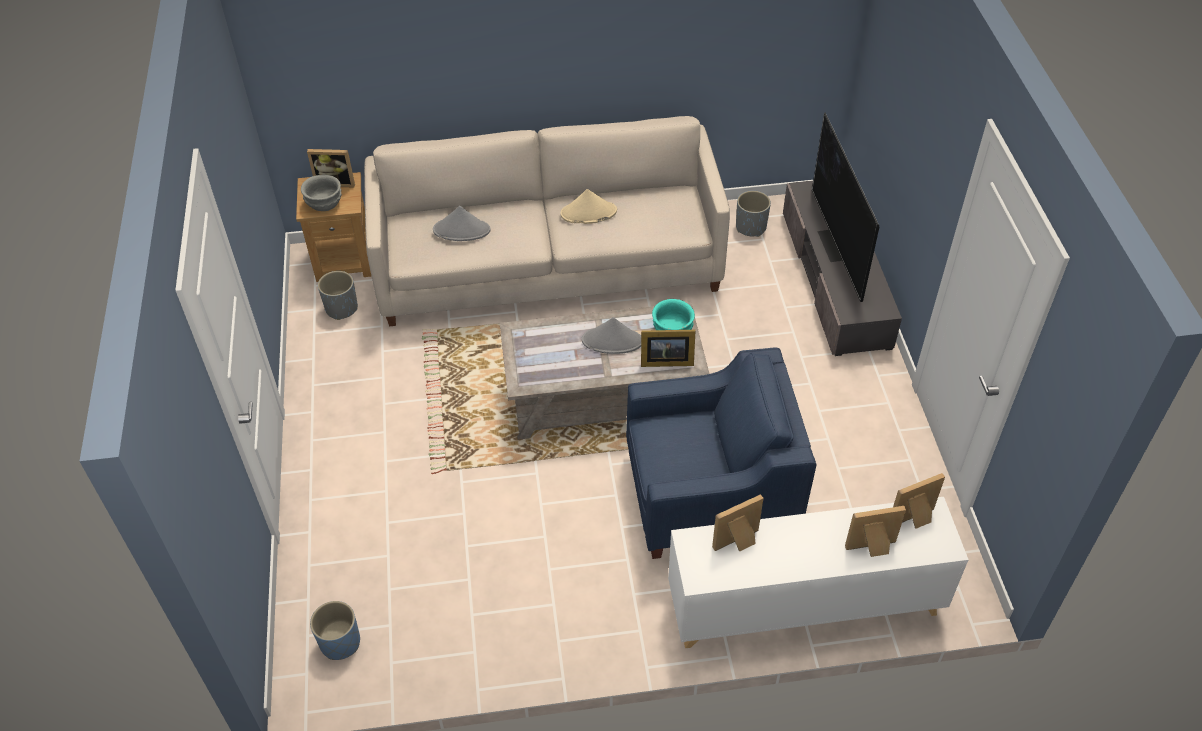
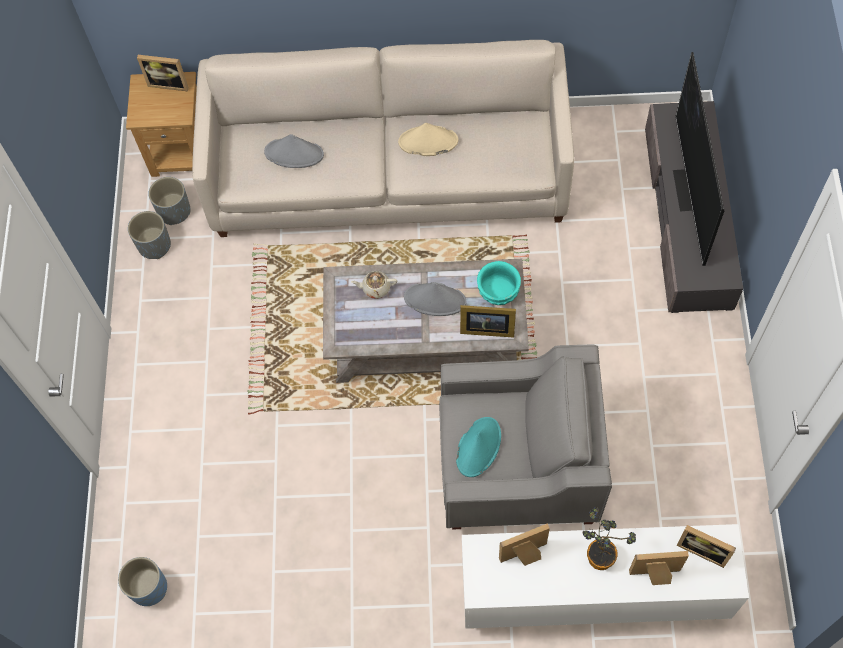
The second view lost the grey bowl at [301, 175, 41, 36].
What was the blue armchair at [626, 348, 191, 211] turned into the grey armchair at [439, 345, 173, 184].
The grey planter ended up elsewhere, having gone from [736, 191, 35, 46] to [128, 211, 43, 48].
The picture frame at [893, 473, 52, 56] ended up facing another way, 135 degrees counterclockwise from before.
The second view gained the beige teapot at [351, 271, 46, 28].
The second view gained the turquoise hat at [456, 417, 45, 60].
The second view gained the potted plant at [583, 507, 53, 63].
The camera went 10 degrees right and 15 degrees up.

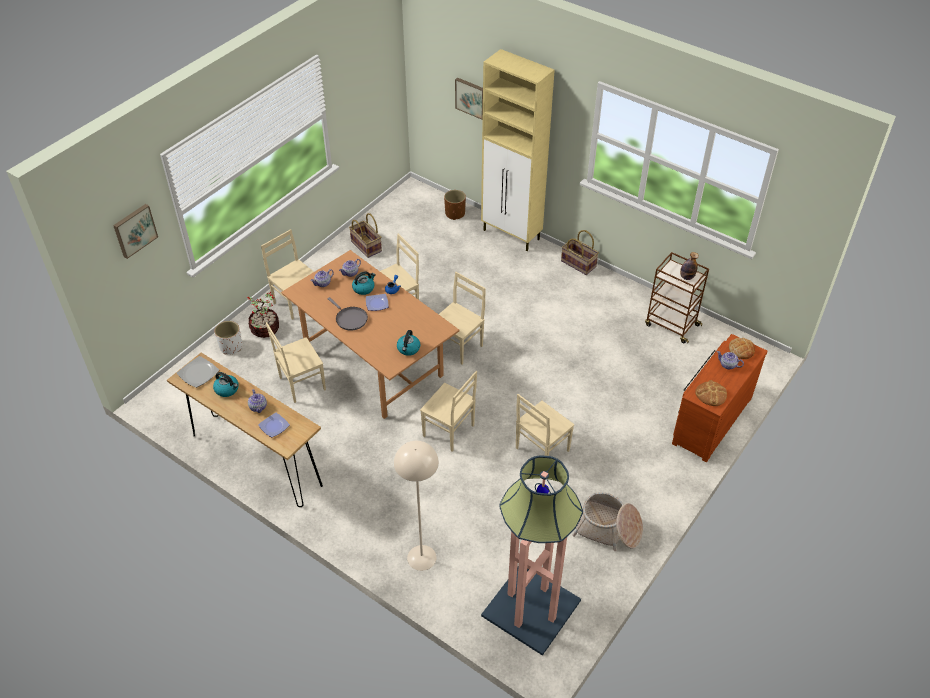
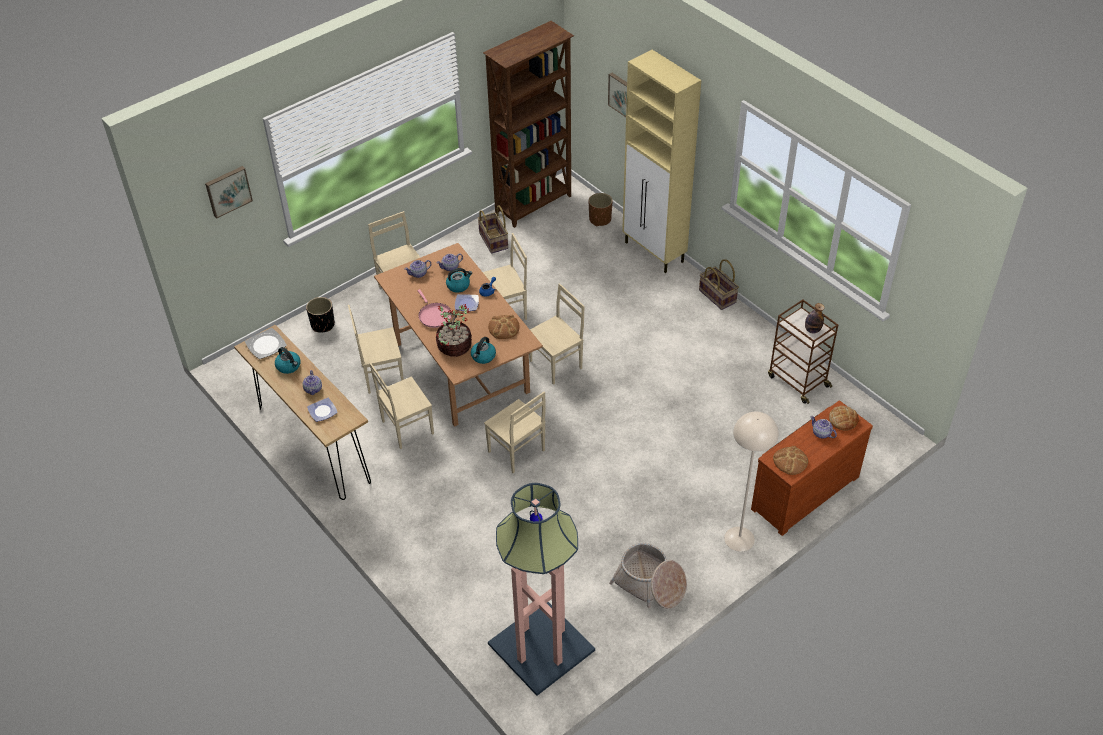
What was the white planter at [214, 321, 28, 34] turned into the black planter at [306, 297, 29, 36].
The potted plant ended up elsewhere, having gone from [247, 292, 32, 46] to [436, 304, 36, 53].
What was the grey frying pan at [327, 297, 41, 33] turned into the pink frying pan at [417, 289, 35, 39].
The beige floor lamp ended up elsewhere, having gone from [394, 441, 45, 130] to [724, 412, 55, 140].
The beige chair ended up elsewhere, having gone from [516, 394, 59, 62] to [369, 362, 65, 87].
The second view gained the brown bookcase at [483, 21, 91, 207].
The second view gained the bread at [488, 314, 32, 25].
The camera went 15 degrees right and 0 degrees up.

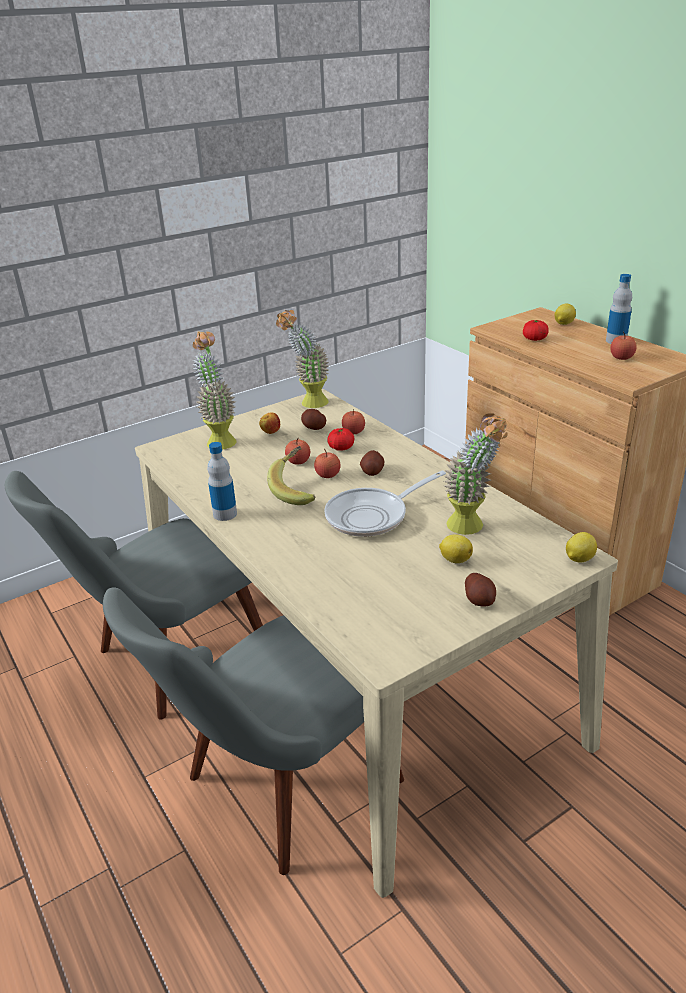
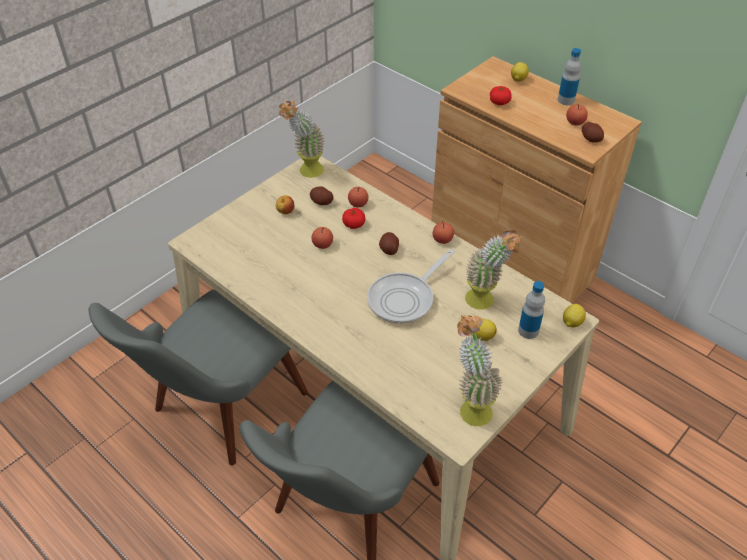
The potted plant ended up elsewhere, having gone from [193, 331, 43, 119] to [457, 314, 46, 112].
The bottle ended up elsewhere, having gone from [207, 442, 30, 79] to [518, 281, 27, 58].
The second view lost the banana at [267, 446, 49, 59].
The apple ended up elsewhere, having gone from [314, 449, 26, 29] to [433, 221, 21, 23].
The potato ended up elsewhere, having gone from [465, 573, 31, 33] to [582, 122, 22, 21].
The camera went 15 degrees left and 15 degrees up.

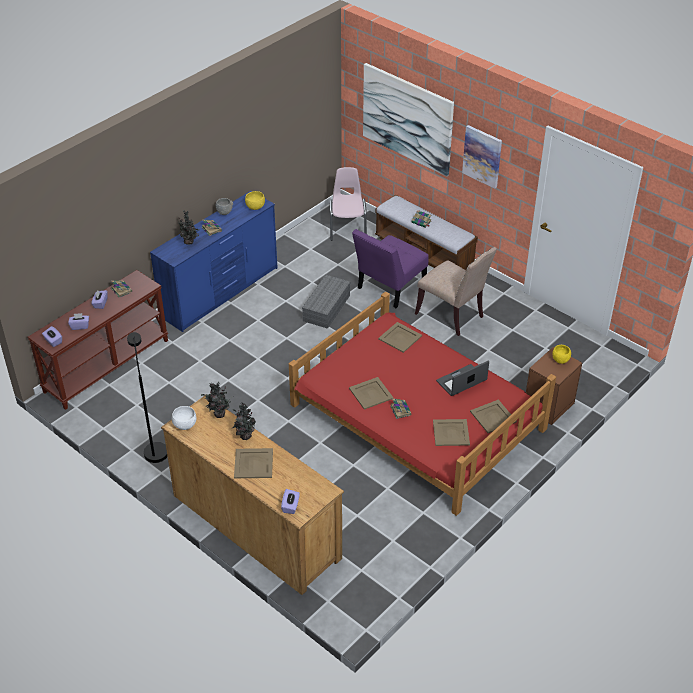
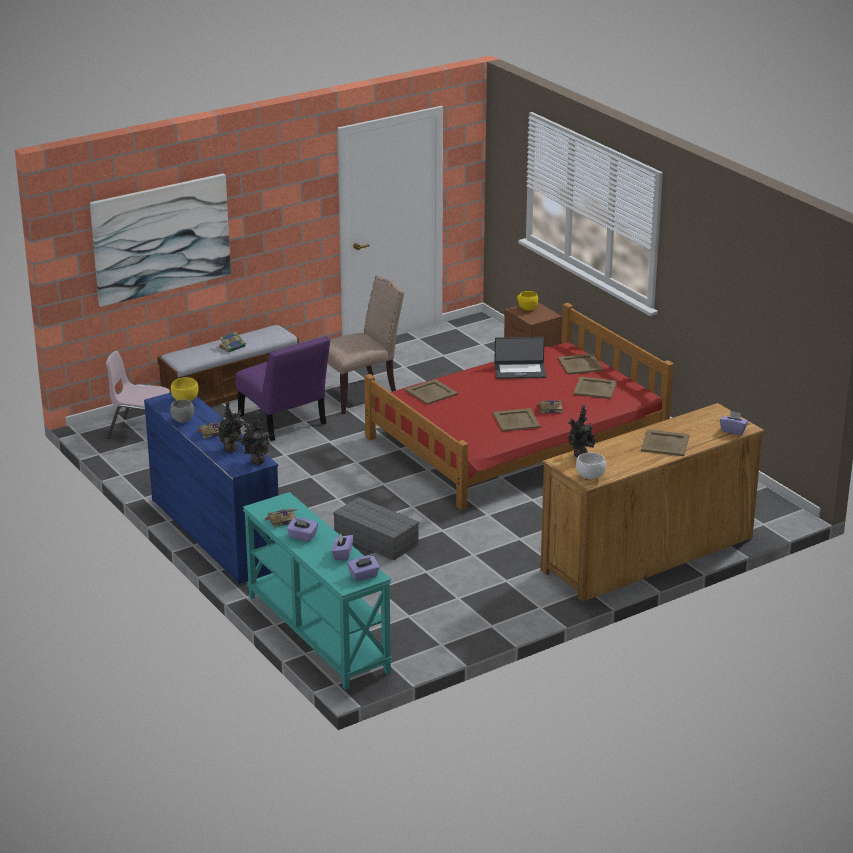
What was the brown console table at [28, 270, 140, 140] turned into the turquoise console table at [243, 492, 149, 198].
The second view lost the black floor lamp at [127, 332, 41, 131].
The potted plant ended up elsewhere, having gone from [233, 402, 23, 38] to [237, 412, 38, 53].
The grey storage box ended up elsewhere, having gone from [302, 275, 49, 54] to [333, 497, 86, 64].
The laptop at [436, 361, 53, 35] ended up facing another way, 75 degrees counterclockwise from before.
The second view lost the picture at [462, 125, 40, 63].
The camera went 75 degrees left and 15 degrees down.

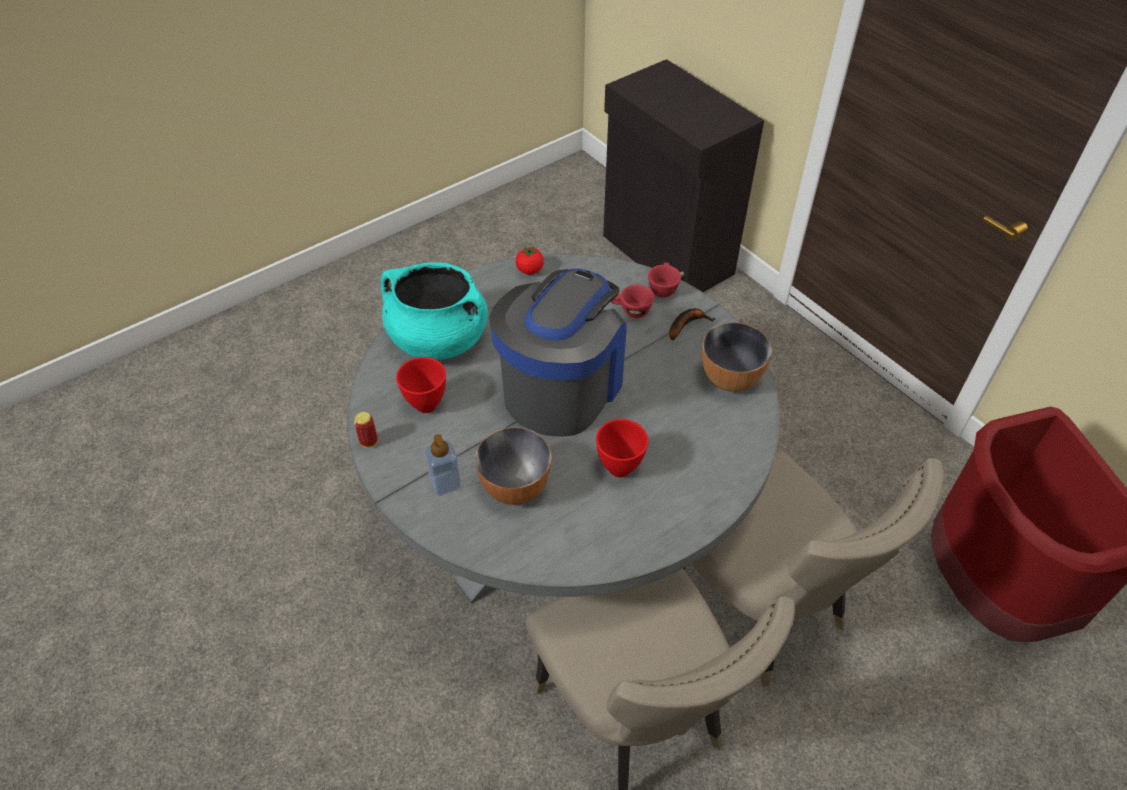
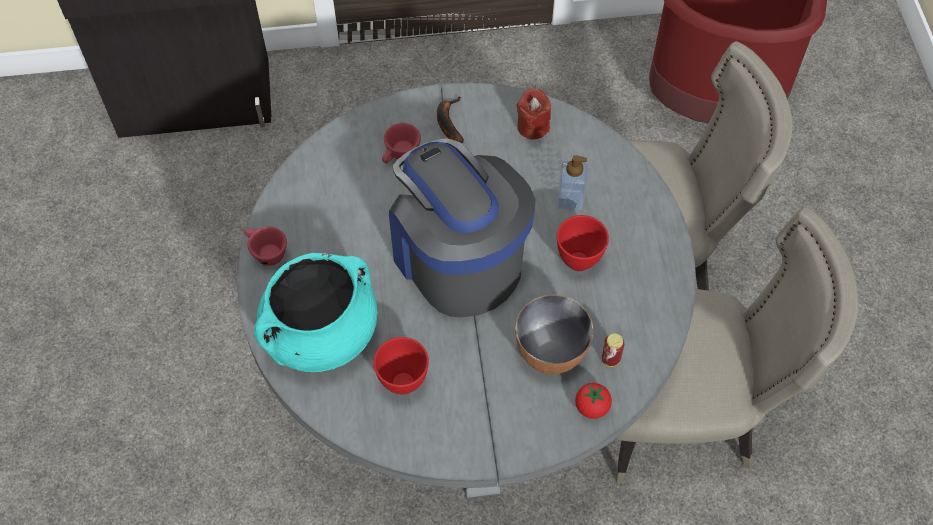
The can ended up elsewhere, having gone from [354, 412, 24, 36] to [601, 334, 24, 33].
The soap dispenser ended up elsewhere, having gone from [424, 434, 37, 62] to [557, 155, 31, 56].
The tomato ended up elsewhere, having gone from [516, 246, 28, 29] to [575, 383, 37, 36].
The red cup ended up elsewhere, having gone from [648, 262, 33, 36] to [244, 226, 43, 40].
Where the bowl stood at [702, 322, 70, 70], the red candle came to stand at [517, 89, 34, 50].
The camera went 60 degrees left and 10 degrees up.

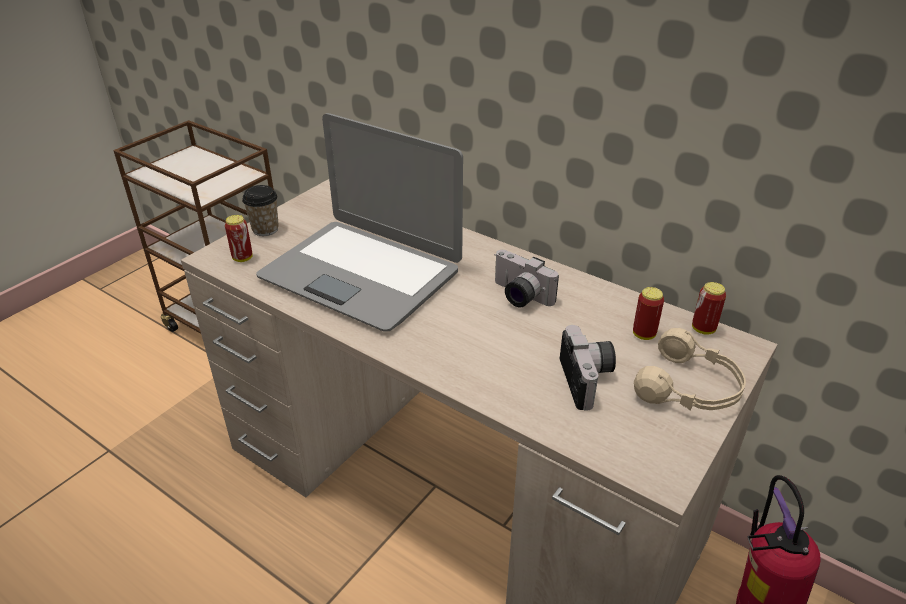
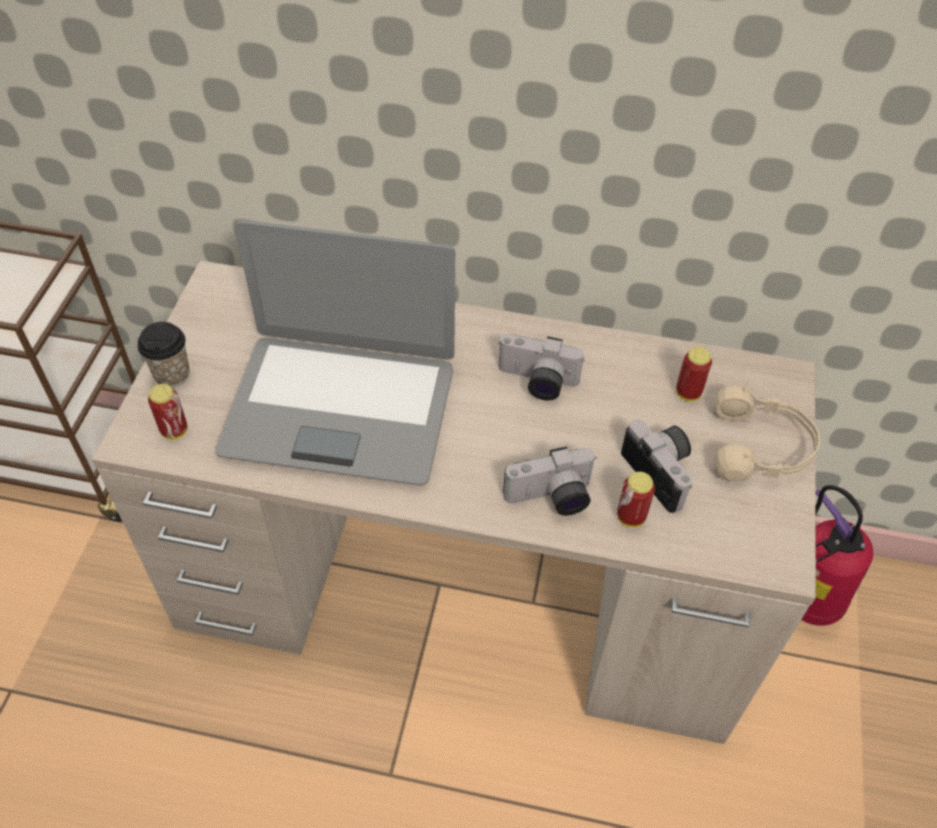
The can ended up elsewhere, having gone from [692, 282, 34, 53] to [617, 472, 38, 55].
The second view gained the photo camera at [503, 446, 94, 70].
The camera went 25 degrees left and 15 degrees up.

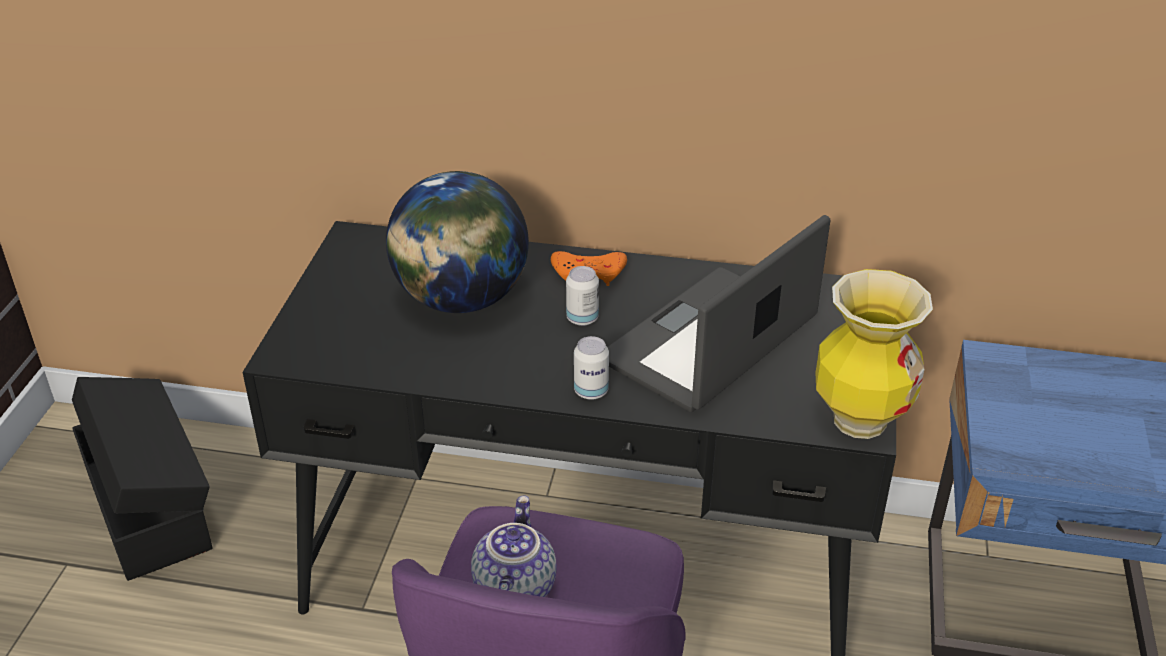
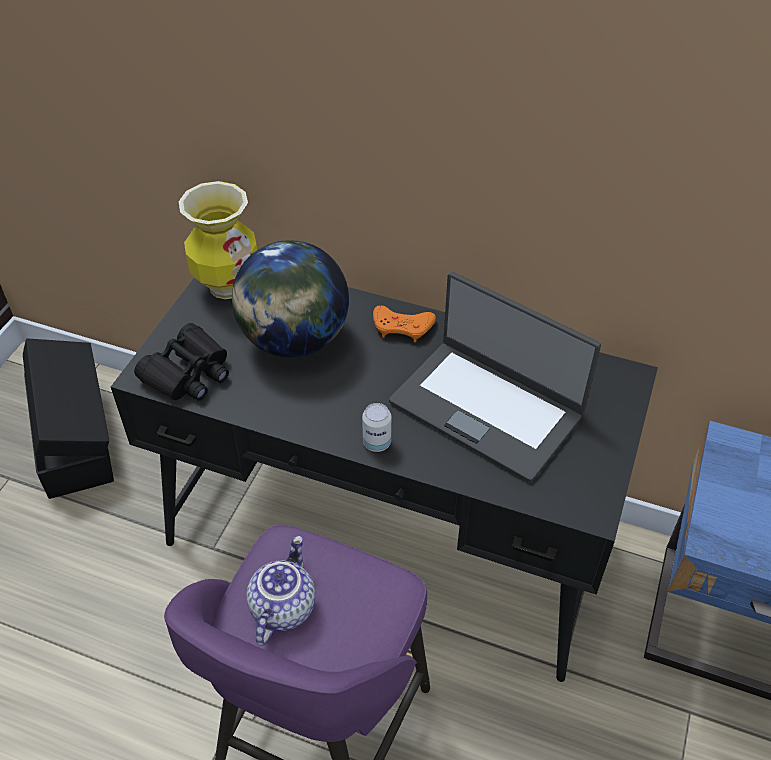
The second view lost the can at [566, 266, 33, 60].
The laptop at [607, 215, 223, 197] ended up facing another way, 105 degrees counterclockwise from before.
The vase ended up elsewhere, having gone from [816, 269, 117, 170] to [179, 181, 78, 118].
The second view gained the black binoculars at [134, 323, 95, 77].
The camera went 10 degrees right and 10 degrees up.

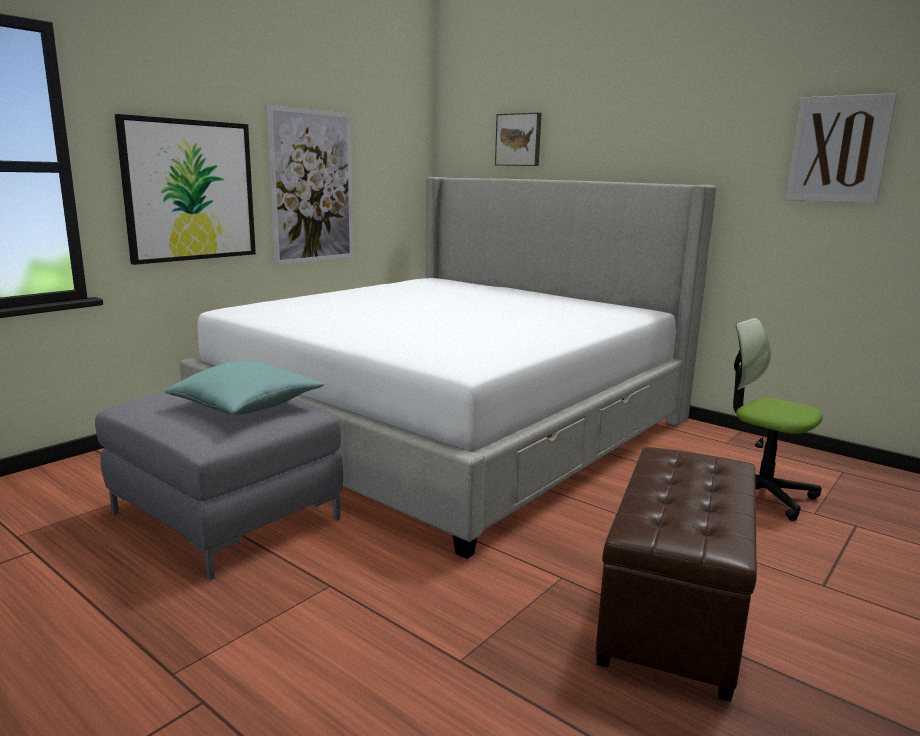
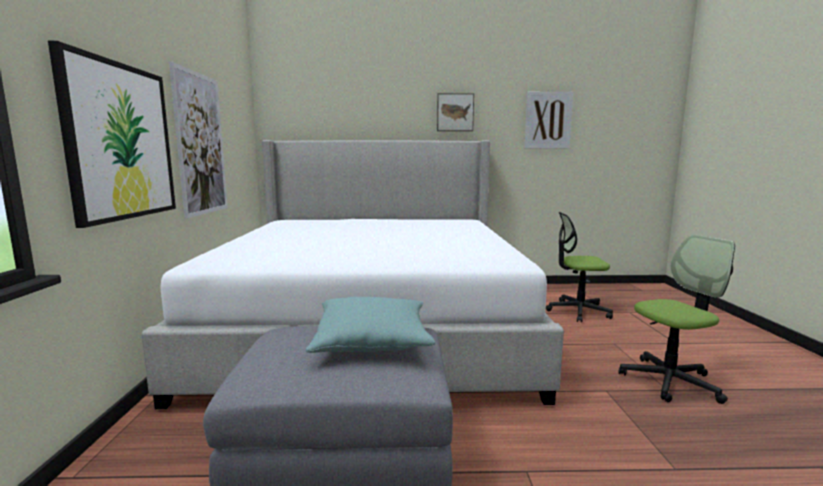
The picture ended up elsewhere, having gone from [495, 112, 46, 54] to [437, 93, 37, 38].
Where the brown ottoman stood at [596, 447, 161, 255], the office chair came to stand at [618, 235, 117, 169].
The camera went 40 degrees left and 5 degrees down.

